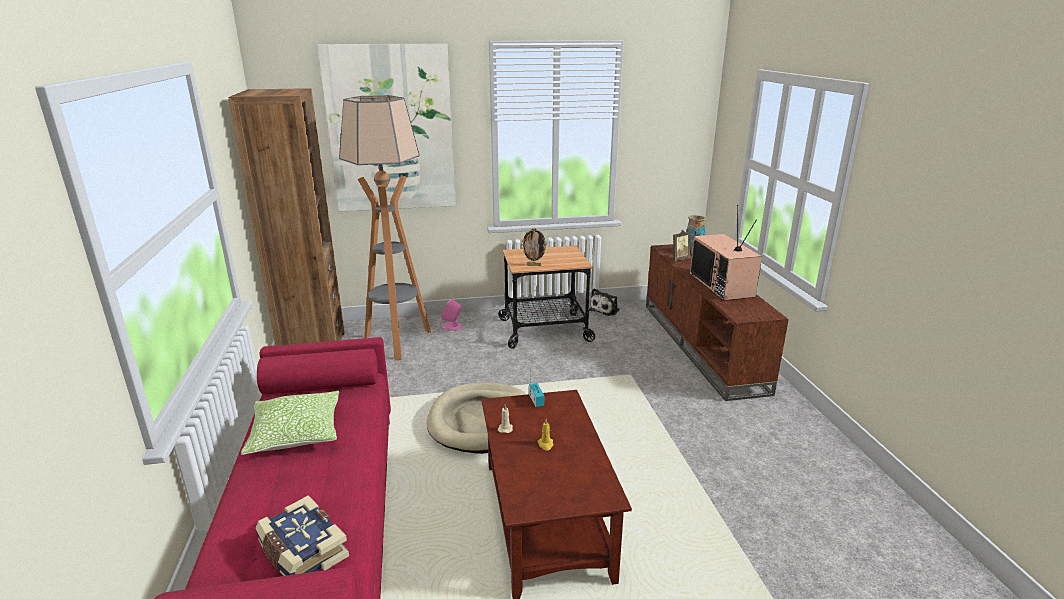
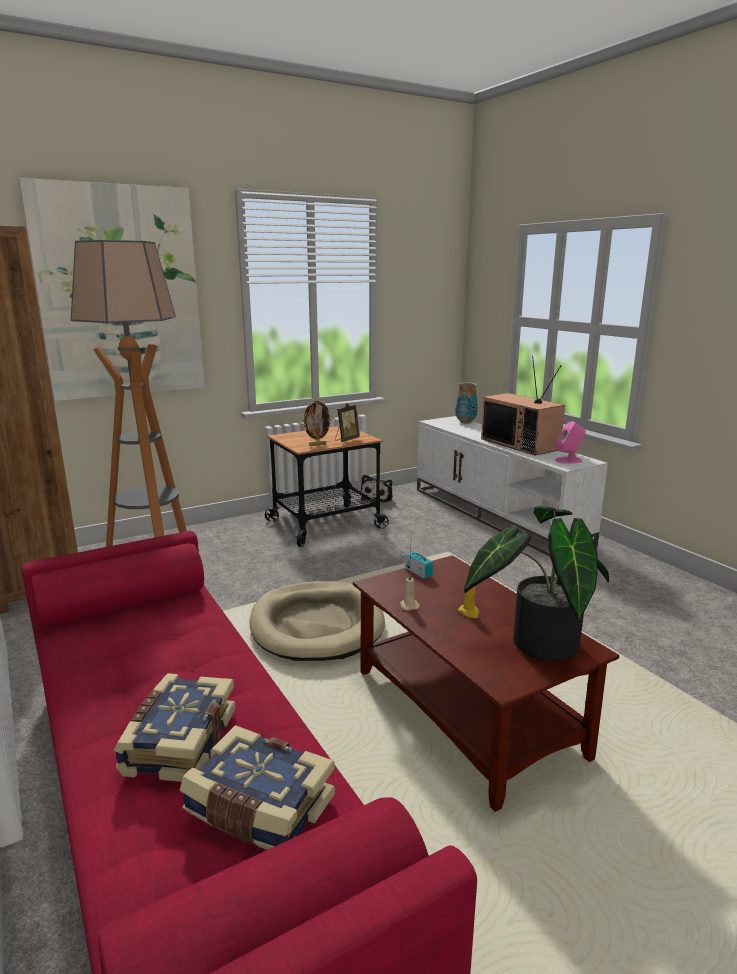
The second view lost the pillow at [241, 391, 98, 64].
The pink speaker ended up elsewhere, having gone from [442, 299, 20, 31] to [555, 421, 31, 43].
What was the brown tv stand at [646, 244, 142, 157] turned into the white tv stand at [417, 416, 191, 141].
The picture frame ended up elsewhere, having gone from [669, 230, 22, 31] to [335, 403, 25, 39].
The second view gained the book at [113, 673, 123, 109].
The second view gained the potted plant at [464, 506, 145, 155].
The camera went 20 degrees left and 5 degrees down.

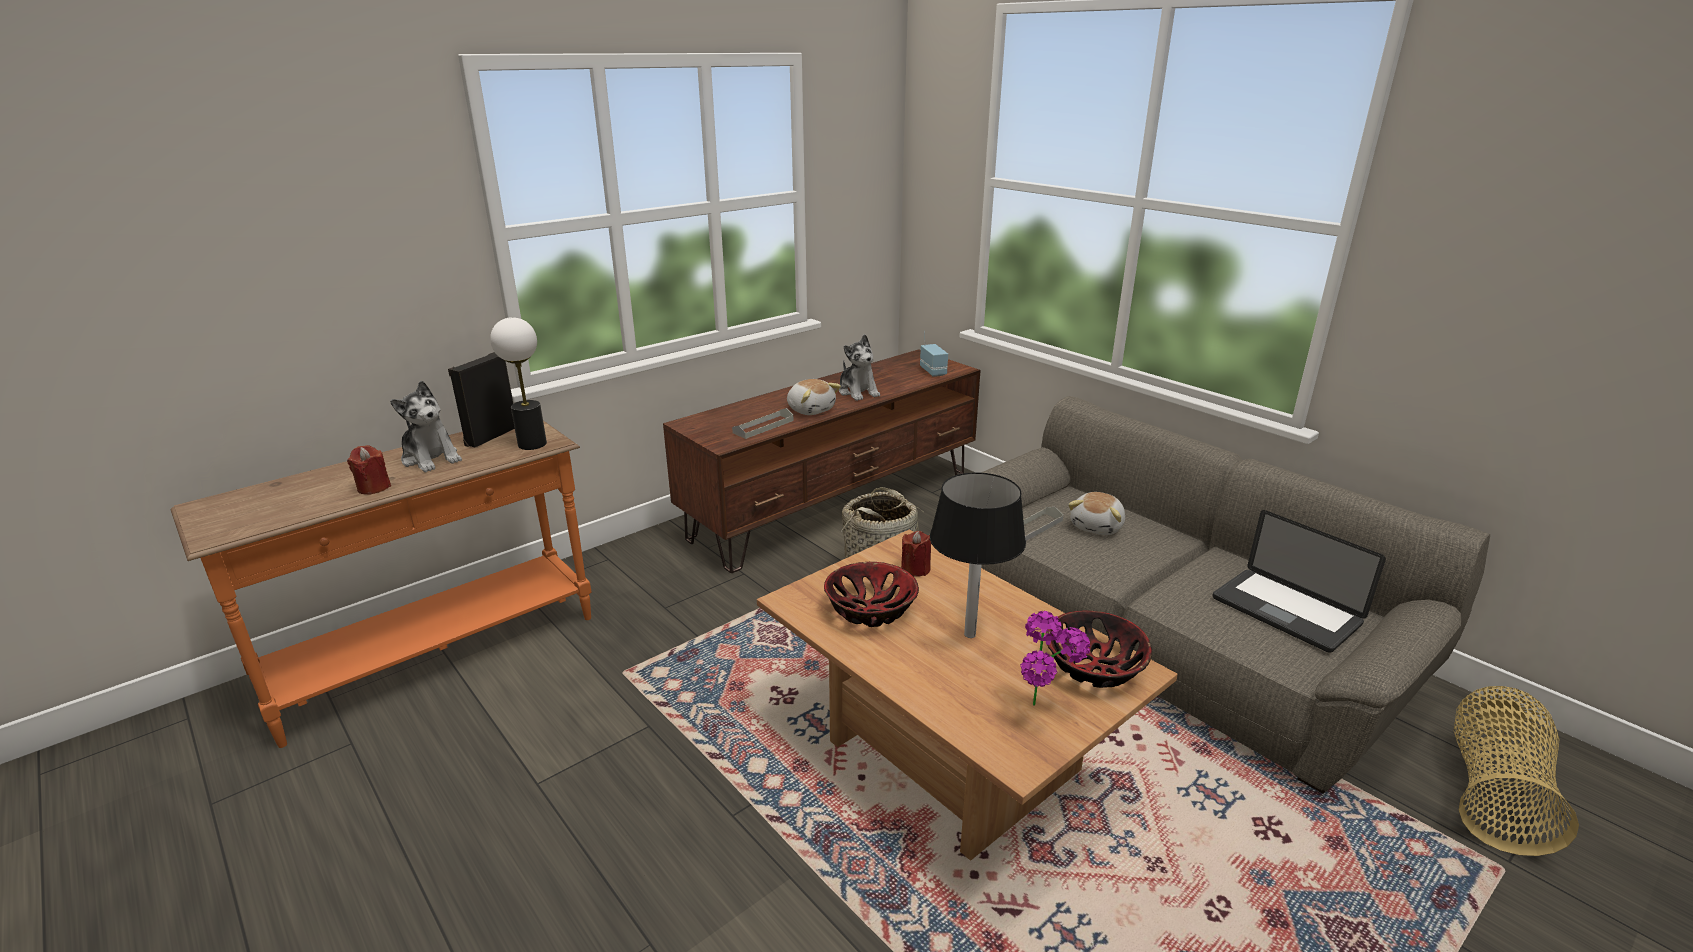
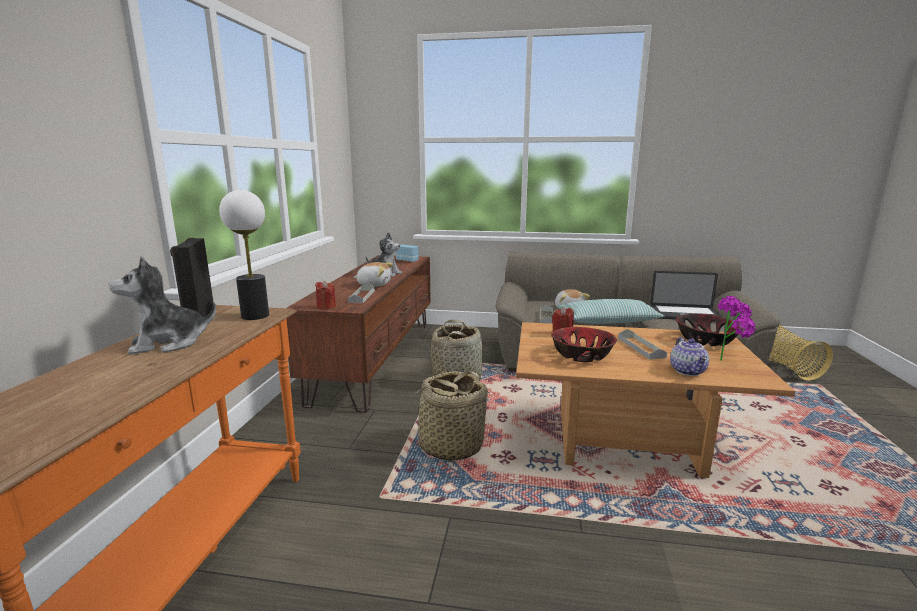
The red candle ended up elsewhere, having gone from [347, 445, 44, 49] to [315, 281, 21, 29].
The plush toy at [390, 381, 72, 91] ended up facing another way, 150 degrees clockwise from before.
Where the black table lamp stood at [930, 472, 96, 166], the grey tray came to stand at [618, 329, 49, 31].
The second view gained the basket at [402, 371, 91, 90].
The second view gained the pillow at [558, 299, 106, 25].
The second view gained the teapot at [670, 337, 39, 39].
The camera went 40 degrees left and 10 degrees down.

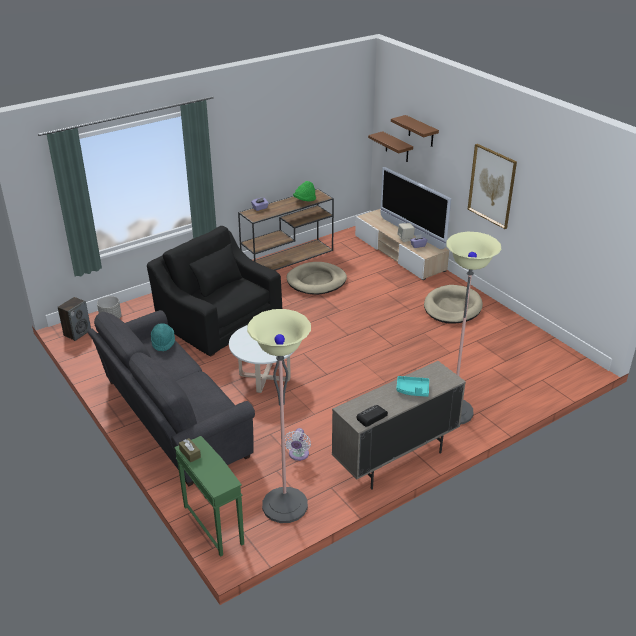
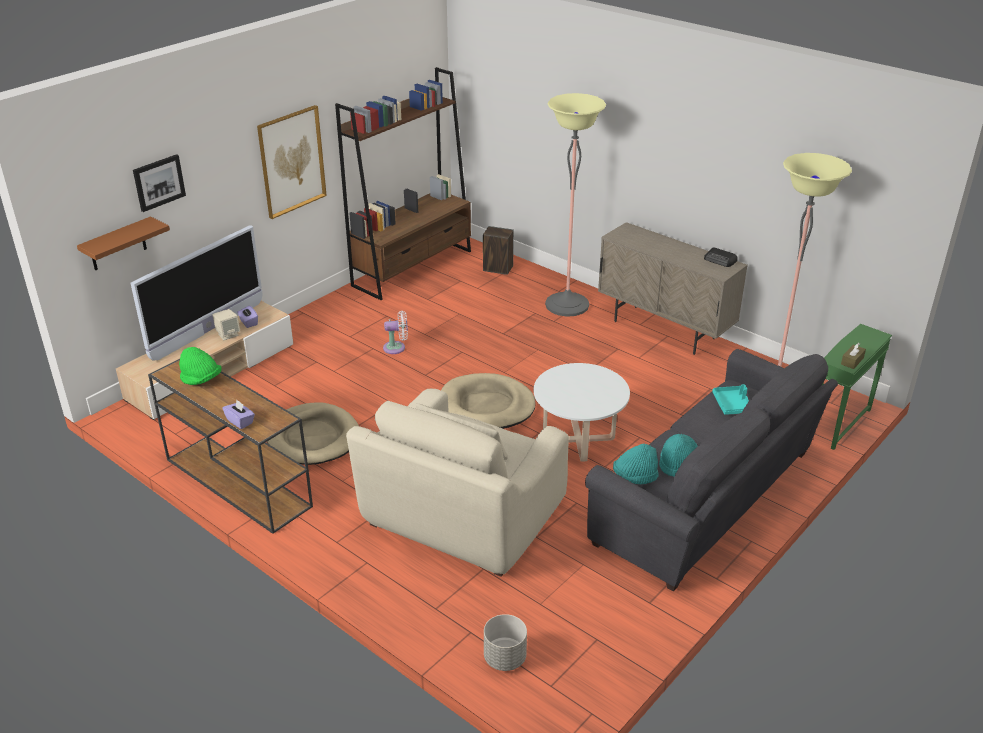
The speaker ended up elsewhere, having gone from [58, 297, 33, 44] to [483, 226, 31, 49].
What was the black armchair at [147, 226, 135, 130] turned into the beige armchair at [346, 389, 223, 188].
The white fan ended up elsewhere, having gone from [285, 428, 26, 33] to [383, 311, 25, 43].
Where the brown shelf hung at [391, 115, 48, 32], the picture came to hang at [133, 154, 53, 58].
The turquoise tray ended up elsewhere, having gone from [396, 376, 33, 21] to [712, 384, 37, 31].
The beige dog bed ended up elsewhere, having gone from [424, 285, 59, 39] to [441, 373, 95, 56].
The second view gained the brown bookcase at [335, 67, 136, 233].
The second view gained the turquoise hat at [659, 434, 39, 43].
The camera went 105 degrees left and 0 degrees up.

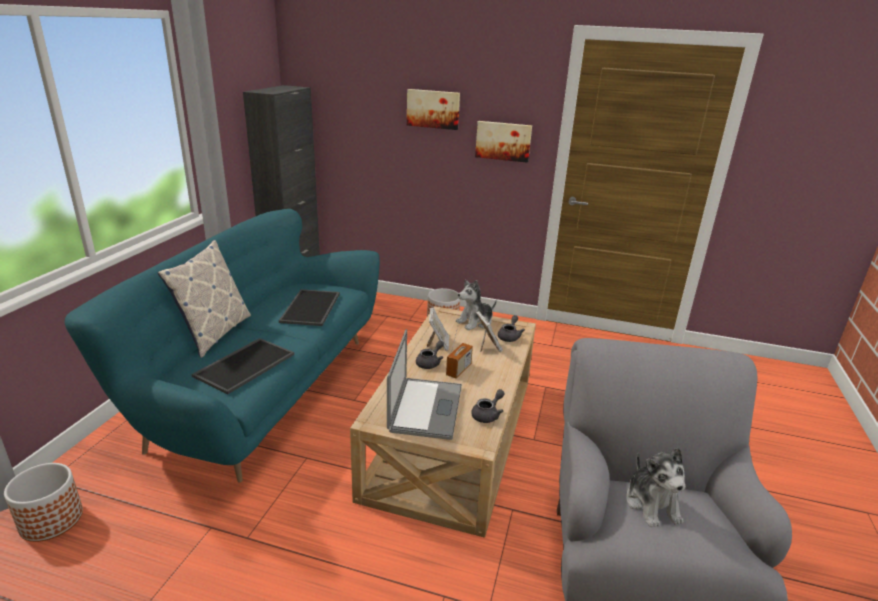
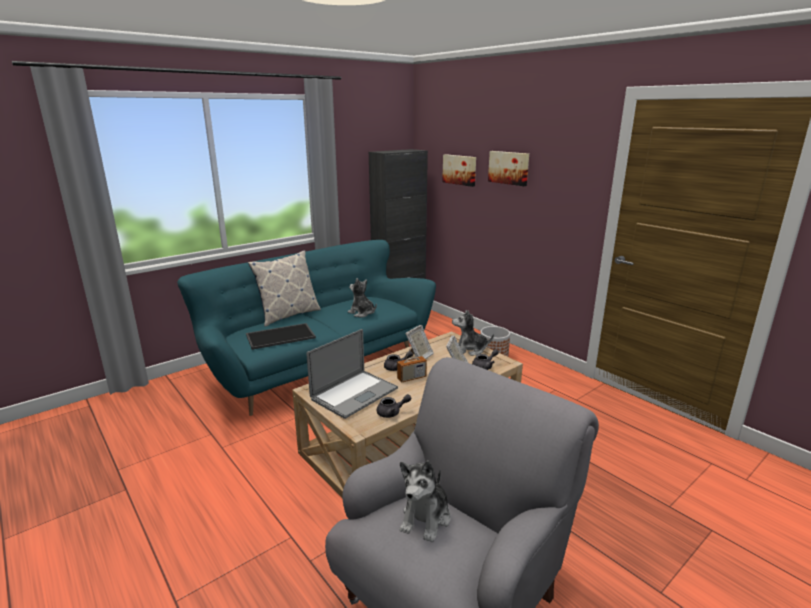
The second view lost the planter at [4, 463, 79, 79].
Where the tray stood at [279, 289, 61, 37], the plush toy came to stand at [348, 278, 29, 40].
The picture ended up elsewhere, having gone from [475, 121, 57, 42] to [442, 154, 34, 33].
The camera went 35 degrees right and 5 degrees down.

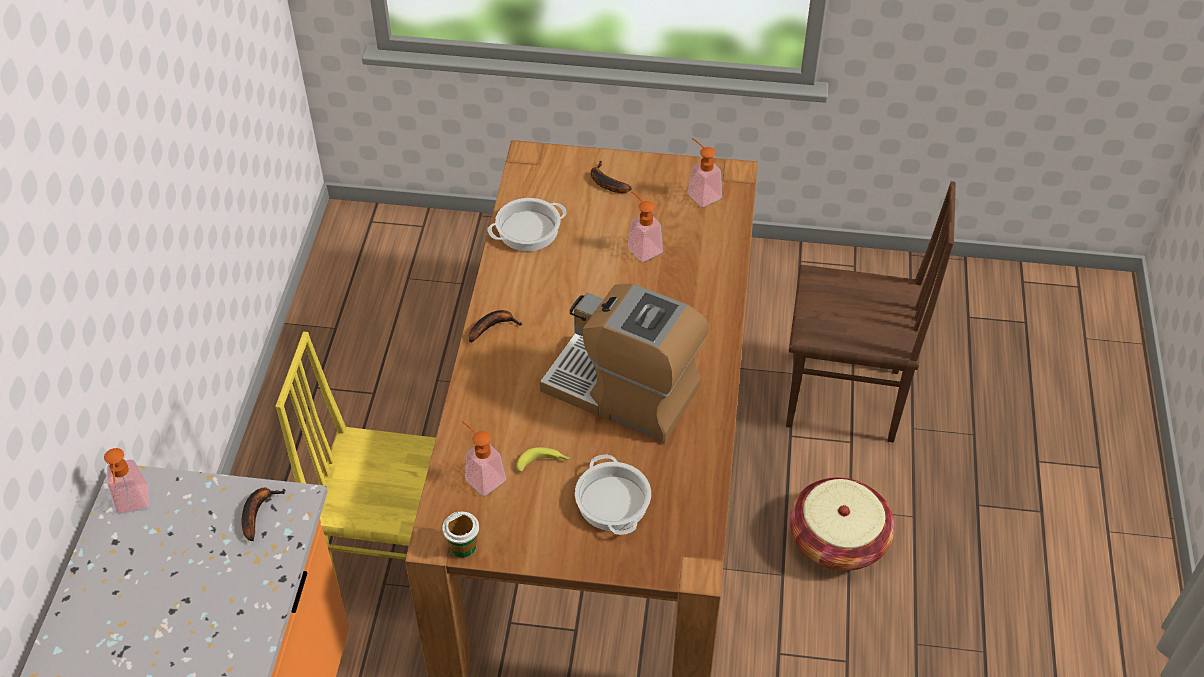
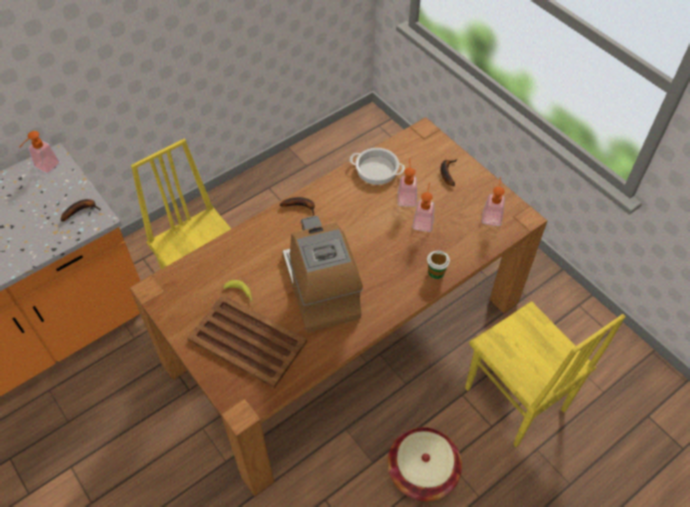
The cup ended up elsewhere, having gone from [442, 512, 37, 46] to [427, 250, 23, 29].
The soap dispenser ended up elsewhere, having gone from [461, 421, 45, 75] to [398, 158, 19, 48].
Where the cooking pot stood at [575, 454, 76, 81], the brown tray came to stand at [187, 295, 120, 94].
What was the brown chair at [786, 181, 170, 261] turned into the yellow chair at [465, 301, 161, 146].
The camera went 45 degrees right and 5 degrees up.

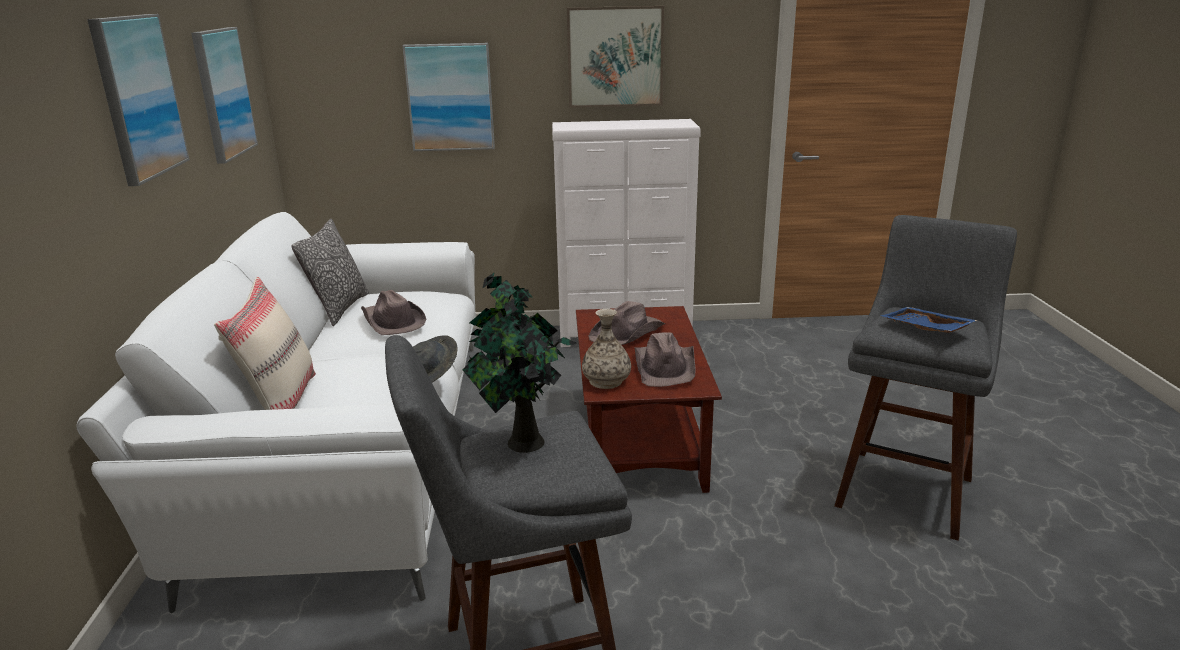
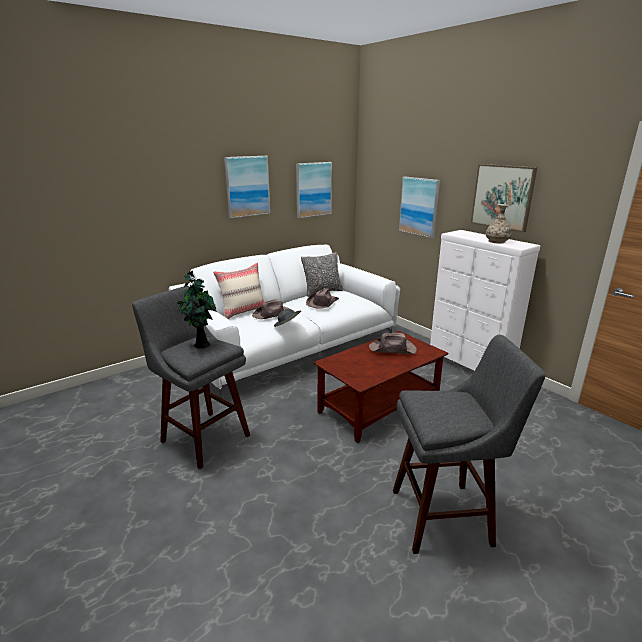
The vase ended up elsewhere, having gone from [582, 309, 49, 80] to [486, 204, 25, 40].
The brown hat ended up elsewhere, having gone from [635, 332, 61, 55] to [252, 299, 38, 20].
The second view lost the blue tray at [880, 307, 98, 26].
The camera went 55 degrees right and 0 degrees up.

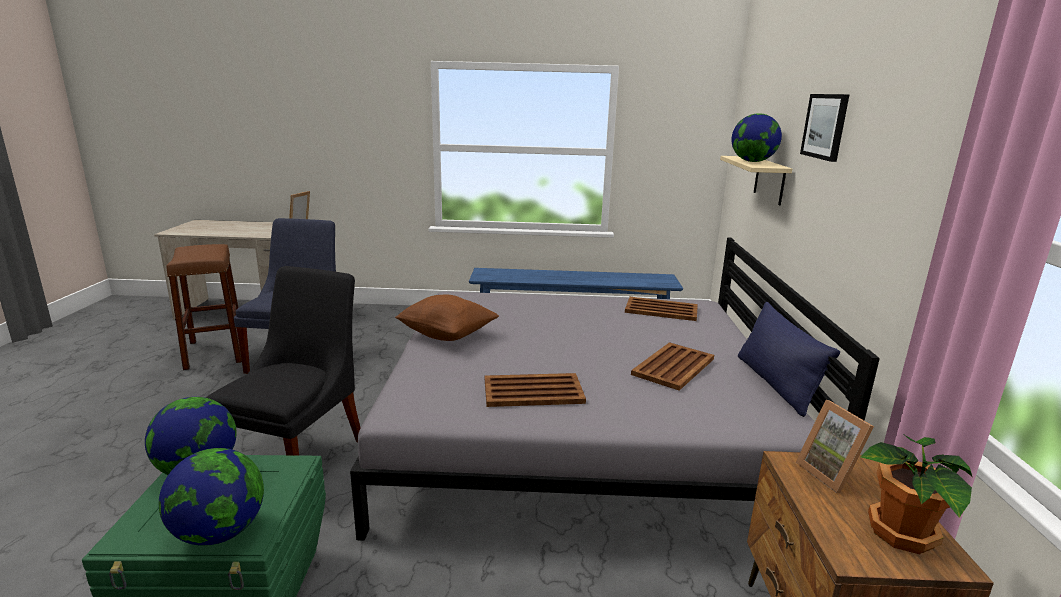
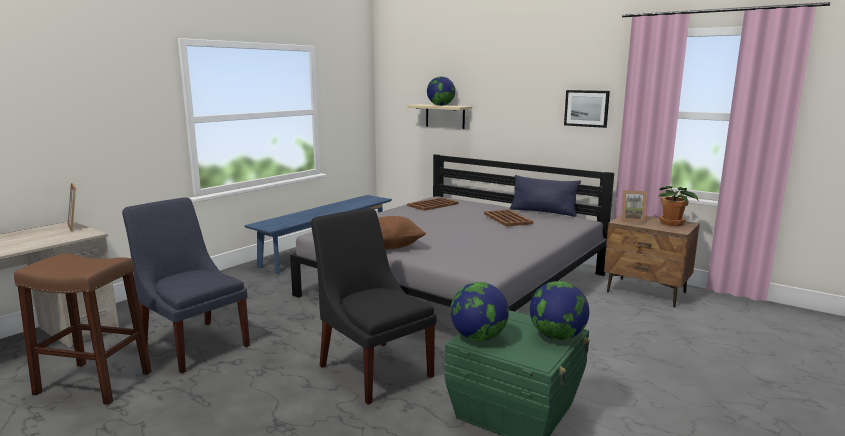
The second view lost the brown tray at [485, 373, 101, 34].
The picture ended up elsewhere, having gone from [800, 94, 49, 68] to [564, 90, 46, 38].
The camera went 55 degrees left and 5 degrees down.

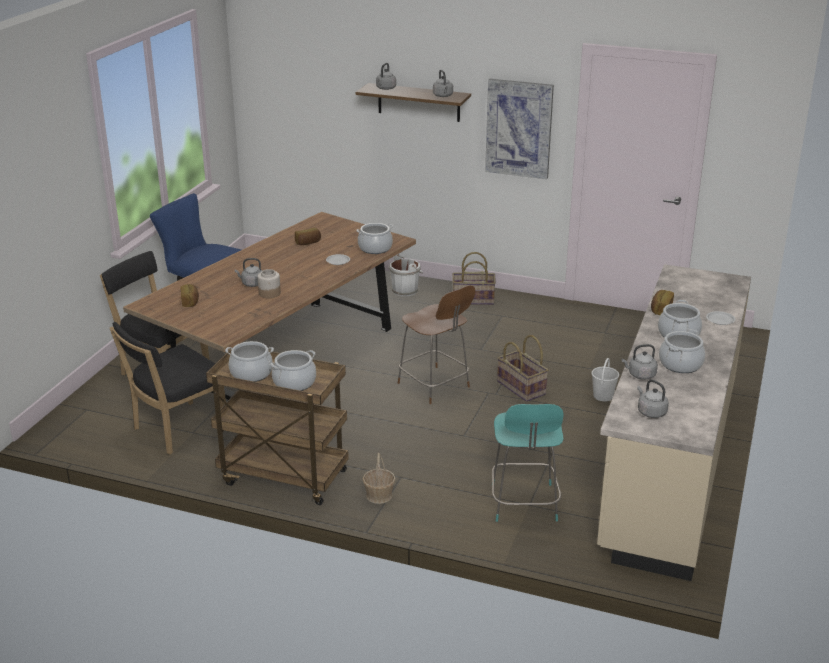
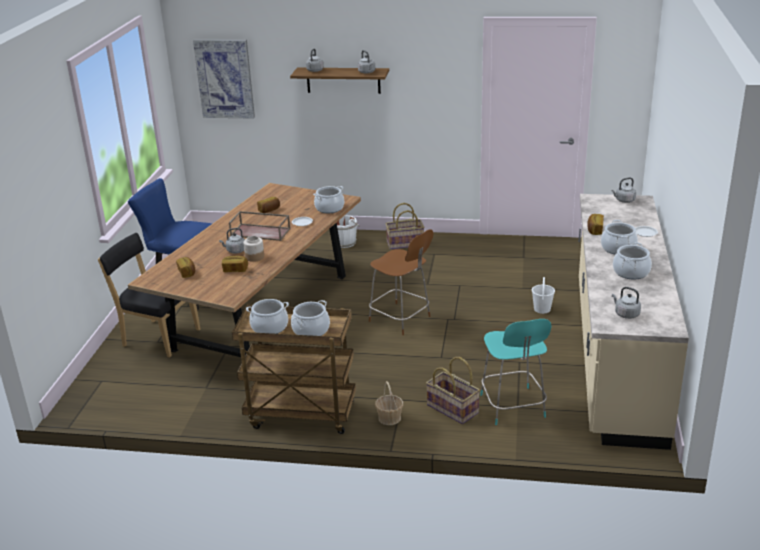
The second view lost the black chair at [110, 322, 116, 132].
The picture ended up elsewhere, having gone from [485, 79, 69, 100] to [193, 39, 62, 80].
The basket ended up elsewhere, having gone from [497, 335, 51, 67] to [426, 357, 54, 67].
The grey kettle ended up elsewhere, having gone from [622, 344, 36, 36] to [611, 178, 25, 25].
The second view gained the bread at [222, 256, 26, 16].
The second view gained the brown tray at [229, 211, 62, 30].
The camera went 10 degrees left and 0 degrees up.

